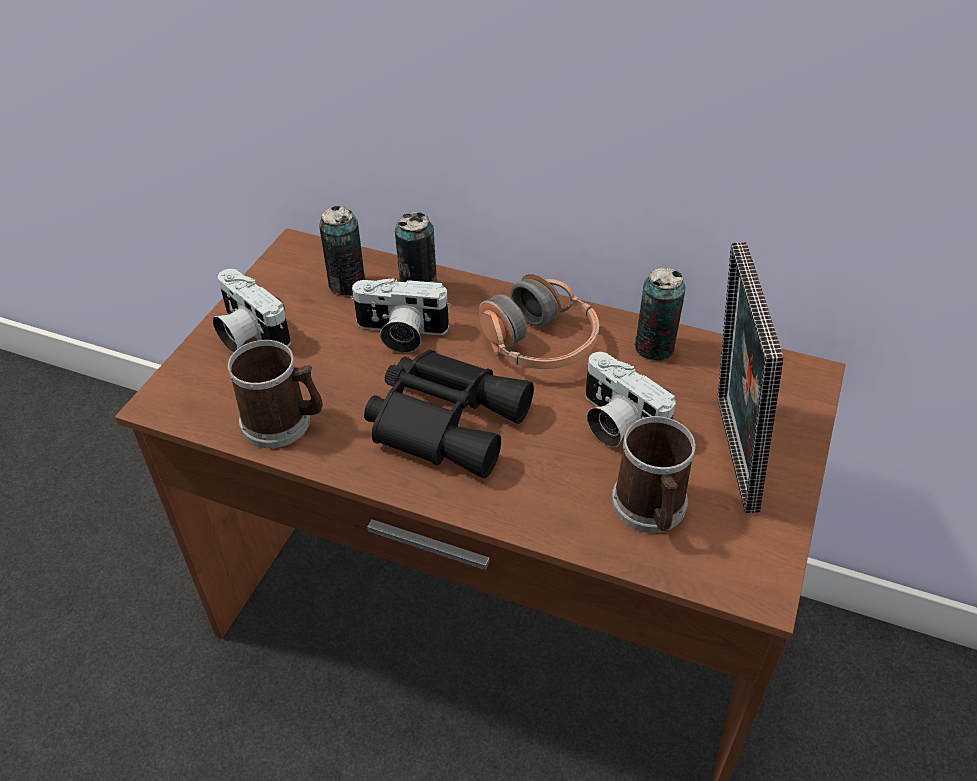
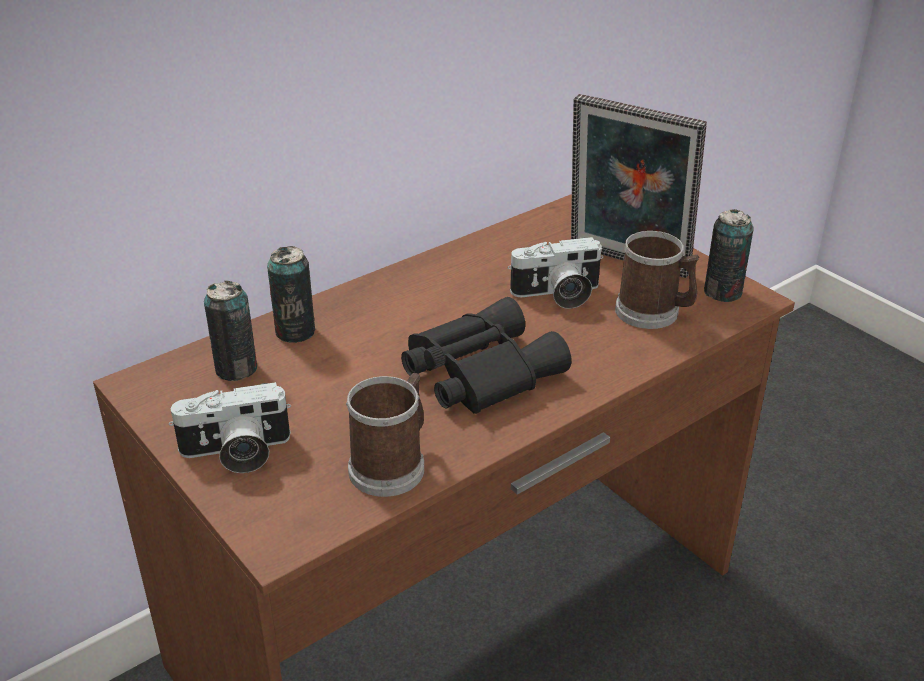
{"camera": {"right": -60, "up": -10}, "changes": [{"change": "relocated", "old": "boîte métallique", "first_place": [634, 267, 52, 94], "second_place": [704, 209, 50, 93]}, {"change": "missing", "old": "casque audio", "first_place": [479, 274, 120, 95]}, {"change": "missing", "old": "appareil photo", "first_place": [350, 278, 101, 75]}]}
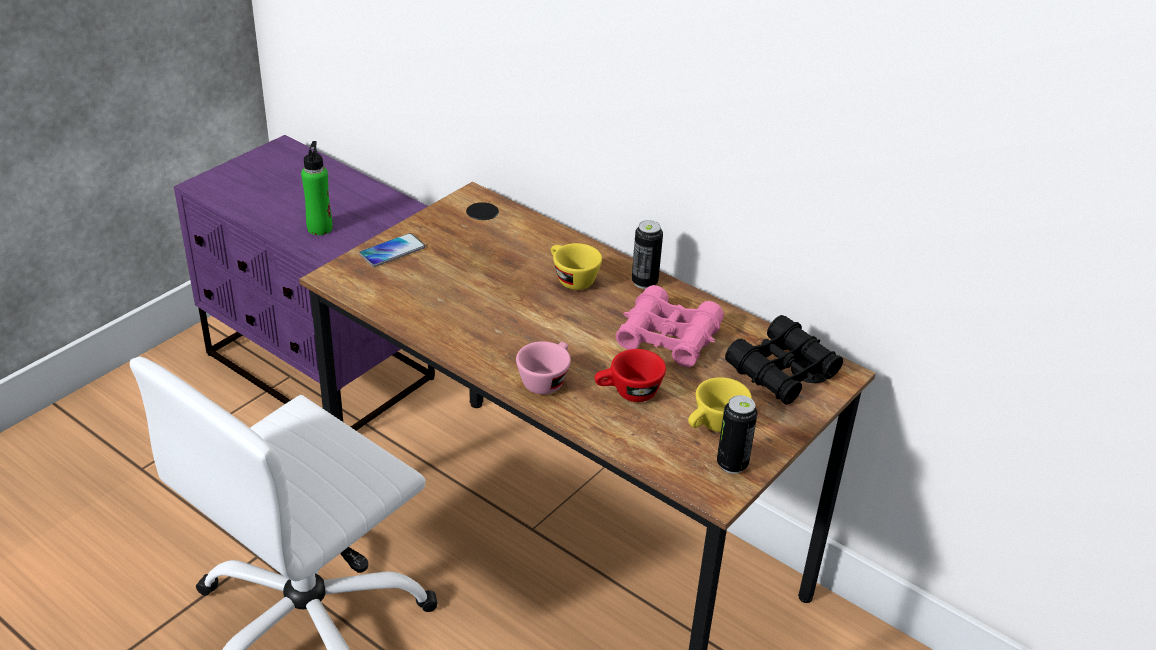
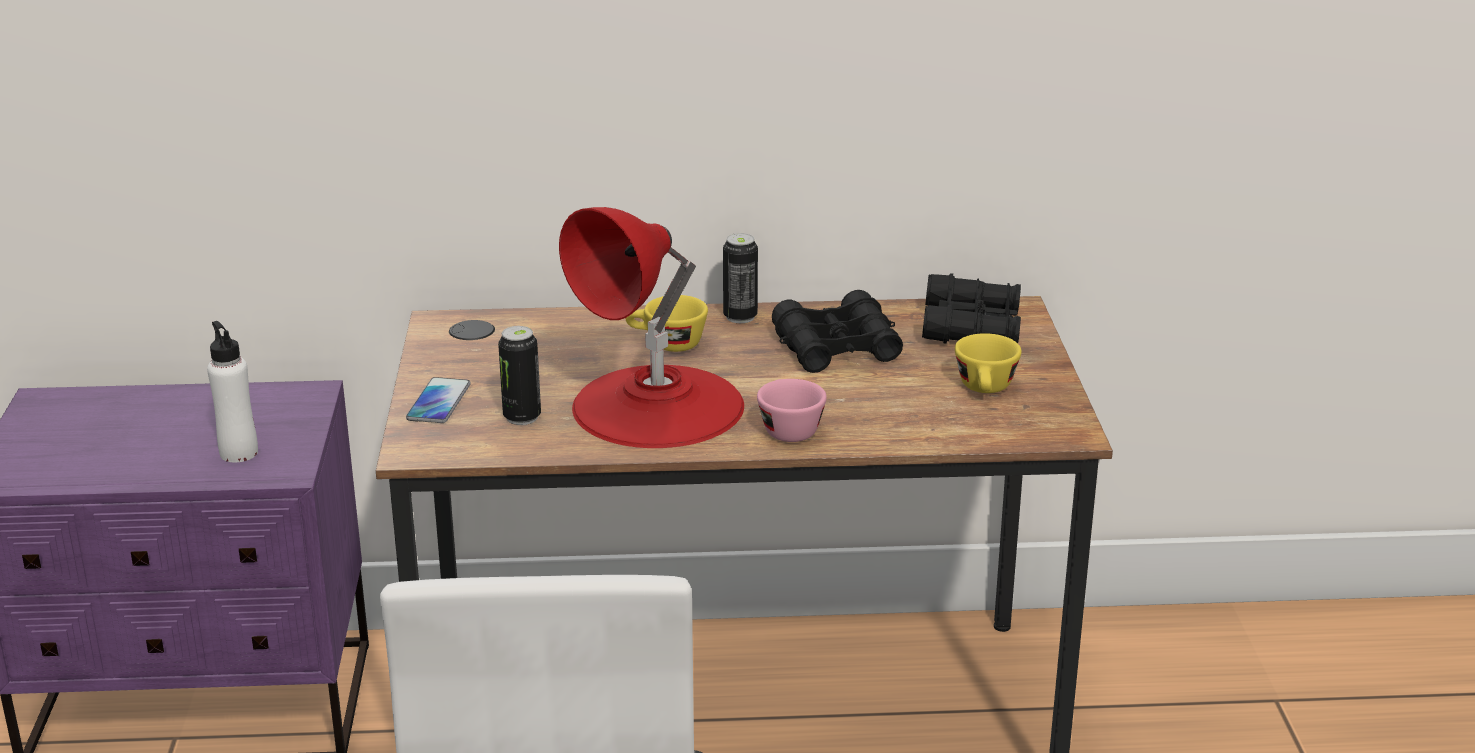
{"camera": {"right": -40, "up": -10}, "changes": [{"change": "colour", "old": "bouteille/vert", "new": "bouteille/blanc", "first_place": [301, 141, 32, 94], "second_place": [207, 321, 51, 141]}, {"change": "colour", "old": "jumelles/rose", "new": "jumelles/noir", "first_place": [616, 285, 108, 82], "second_place": [772, 290, 131, 83]}, {"change": "missing", "old": "tasse/rouge", "first_place": [595, 349, 71, 53]}, {"change": "relocated", "old": "boîte métallique", "first_place": [717, 395, 41, 79], "second_place": [498, 326, 43, 99]}, {"change": "appeared", "new": "lampe de table/rouge", "second_place": [559, 207, 185, 241]}]}
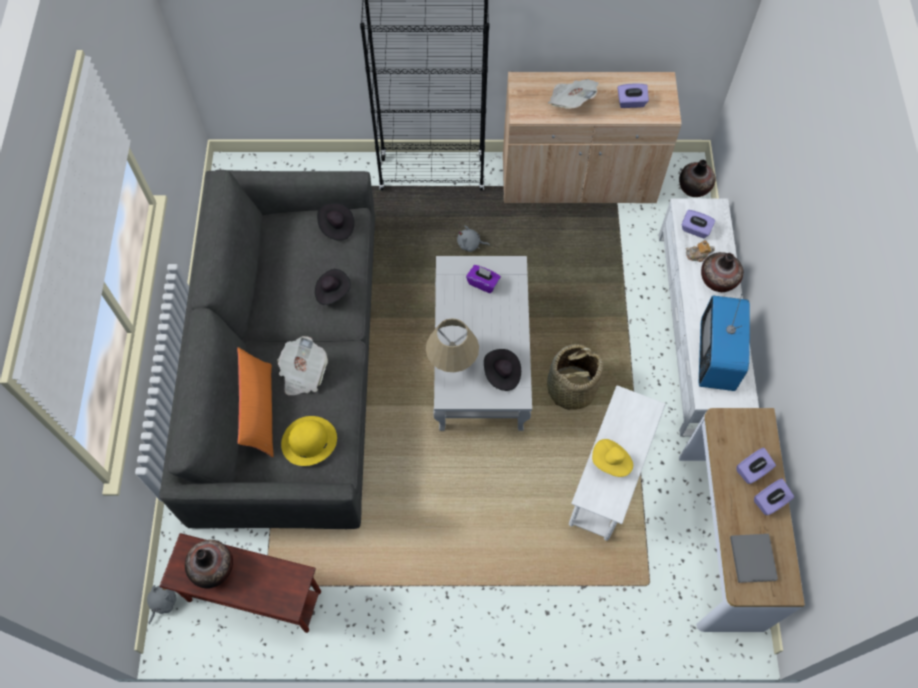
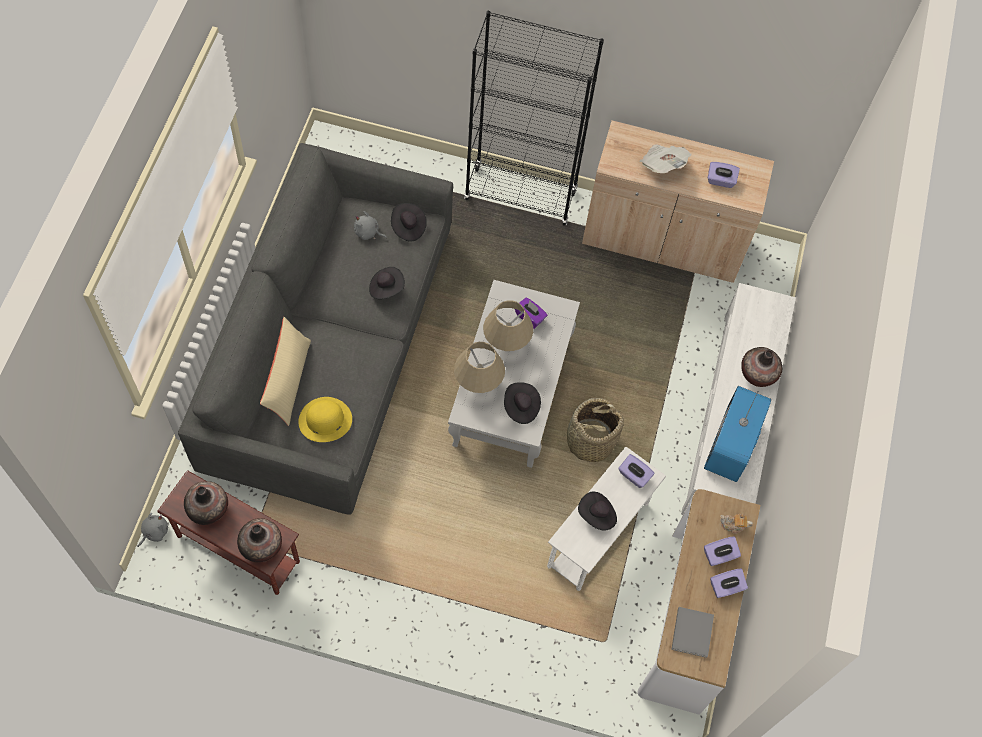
{"camera": {"right": 10, "up": 0}, "changes": [{"change": "relocated", "old": "vase", "first_place": [679, 160, 37, 37], "second_place": [237, 518, 45, 45]}, {"change": "relocated", "old": "boîte à mouchoirs/violet", "first_place": [682, 210, 33, 28], "second_place": [618, 454, 36, 34]}, {"change": "relocated", "old": "peluche/gris", "first_place": [457, 226, 33, 26], "second_place": [354, 211, 33, 29]}, {"change": "relocated", "old": "théière", "first_place": [686, 240, 29, 22], "second_place": [720, 514, 33, 20]}, {"change": "missing", "old": "journal", "first_place": [277, 336, 51, 59]}, {"change": "colour", "old": "coussin/orange", "new": "coussin/beige", "first_place": [237, 347, 37, 110], "second_place": [260, 317, 51, 109]}, {"change": "colour", "old": "chapeau/jaune", "new": "chapeau/noir", "first_place": [592, 439, 41, 38], "second_place": [578, 492, 39, 38]}, {"change": "appeared", "new": "lampe de table/beige", "second_place": [483, 300, 50, 51]}]}
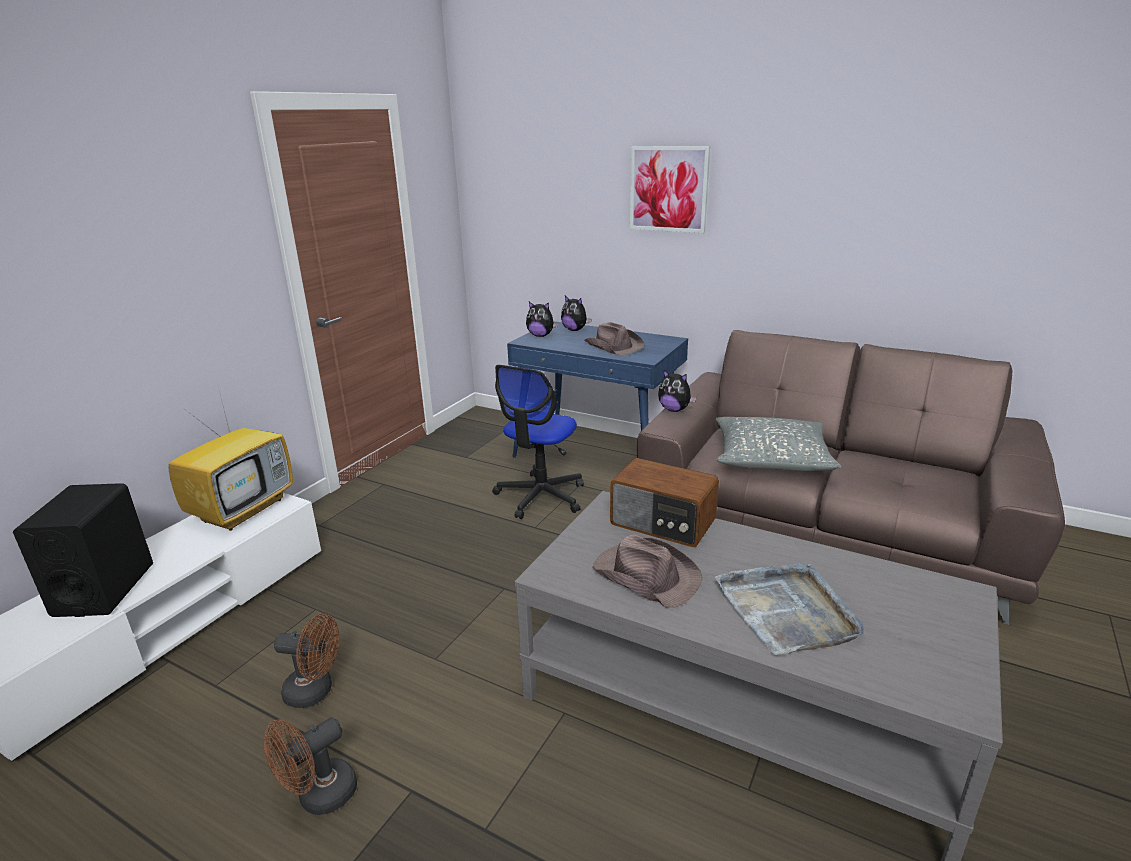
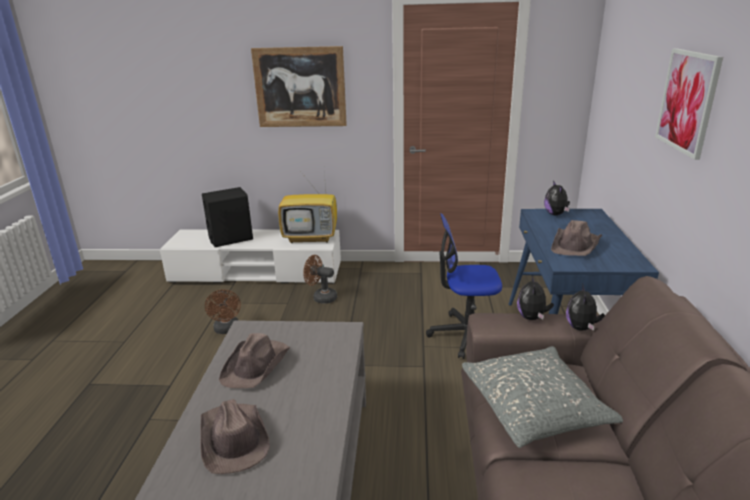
{"camera": {"right": 65, "up": 0}, "changes": [{"change": "relocated", "old": "peluche", "first_place": [561, 296, 30, 35], "second_place": [566, 283, 39, 48]}, {"change": "missing", "old": "radio", "first_place": [610, 458, 109, 89]}, {"change": "exchanged", "old": "plateau/gris", "new": "chapeau/marron", "first_place": [715, 563, 149, 92], "second_place": [200, 399, 70, 75]}, {"change": "relocated", "old": "ventilateur/marron", "first_place": [264, 718, 93, 97], "second_place": [303, 255, 34, 49]}, {"change": "appeared", "new": "tableau", "second_place": [251, 46, 96, 81]}]}
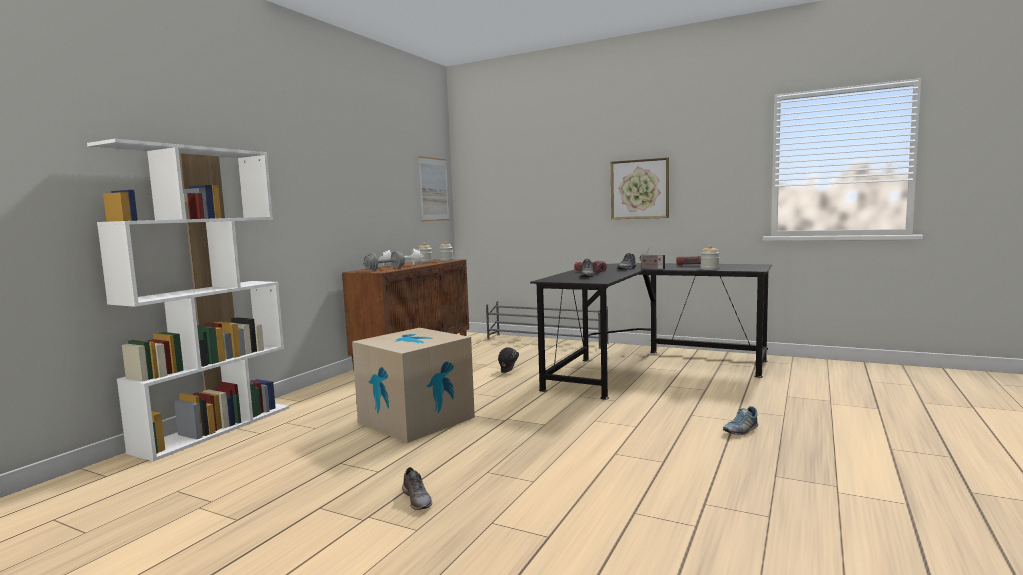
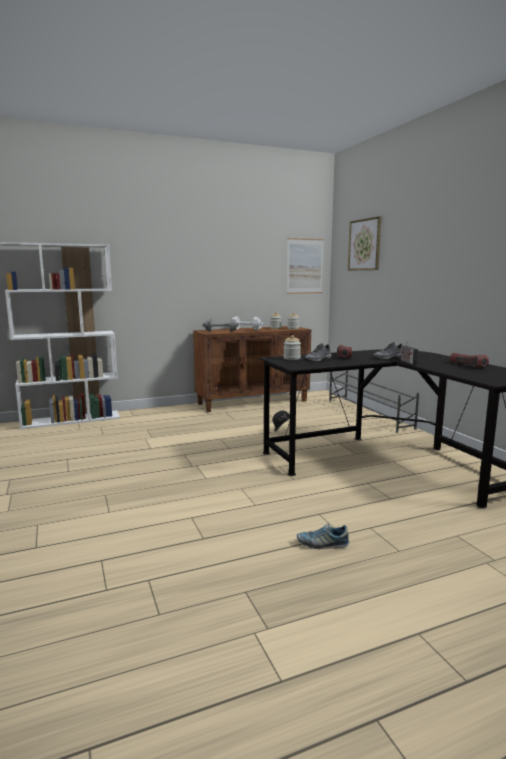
{"camera": {"right": 40, "up": 5}, "changes": [{"change": "relocated", "old": "tableau", "first_place": [611, 157, 58, 62], "second_place": [348, 216, 33, 54]}, {"change": "relocated", "old": "bocal", "first_place": [701, 245, 18, 25], "second_place": [283, 335, 18, 25]}, {"change": "missing", "old": "carton", "first_place": [352, 328, 123, 115]}, {"change": "missing", "old": "chaussure/gris", "first_place": [402, 467, 30, 43]}]}
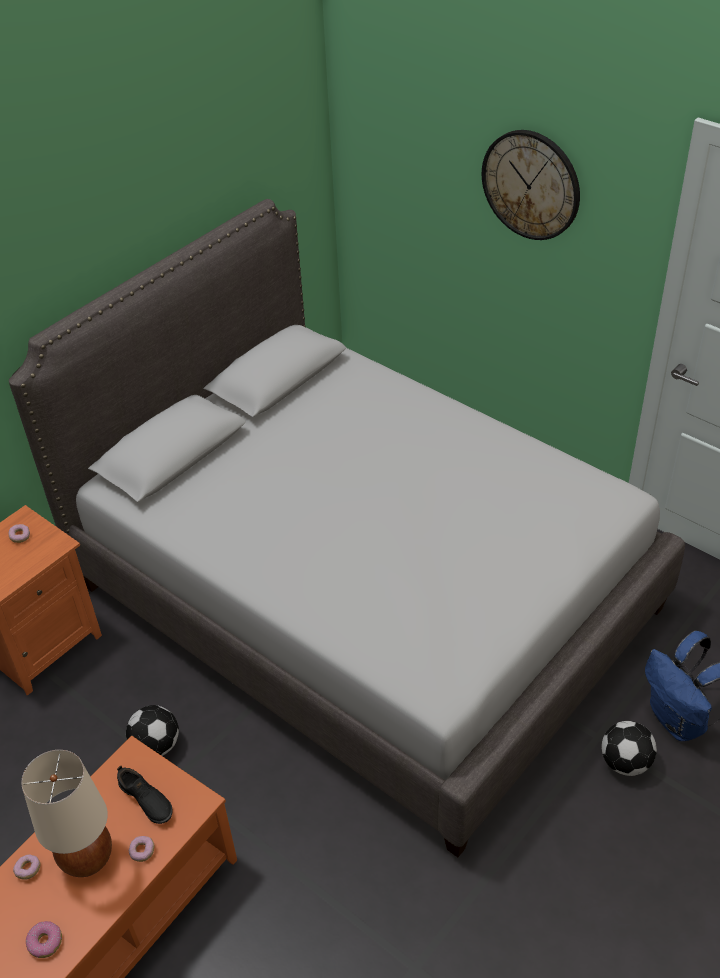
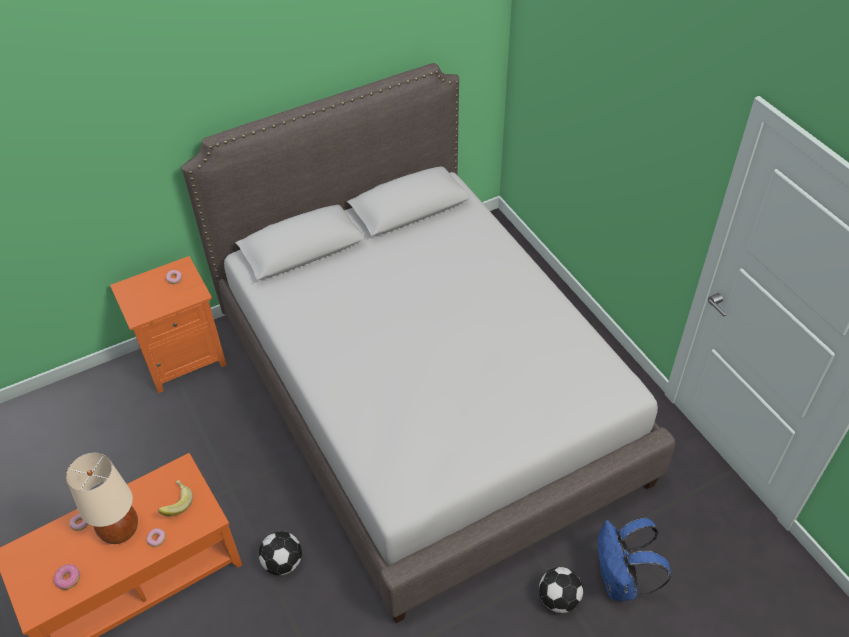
{"camera": {"right": 20, "up": 5}, "changes": [{"change": "missing", "old": "horloge murale", "first_place": [482, 130, 98, 110]}, {"change": "relocated", "old": "ballon de foot", "first_place": [126, 705, 53, 51], "second_place": [259, 531, 43, 44]}, {"change": "exchanged", "old": "chaussure/noir", "new": "banane", "first_place": [117, 765, 55, 59], "second_place": [158, 480, 35, 36]}]}
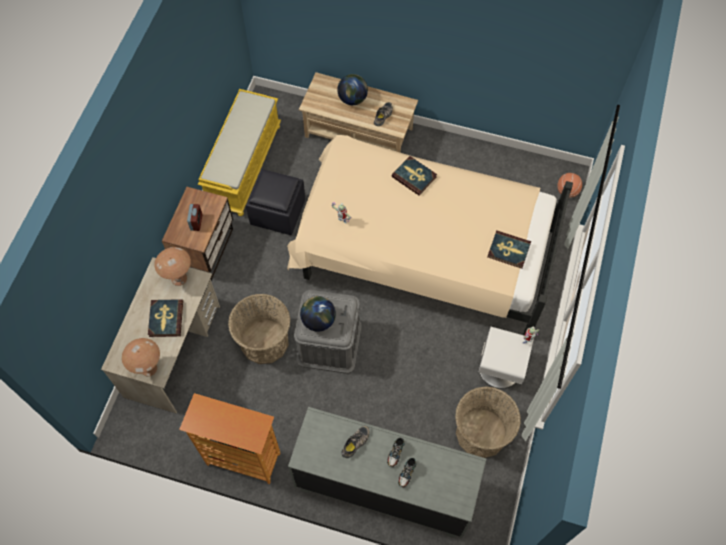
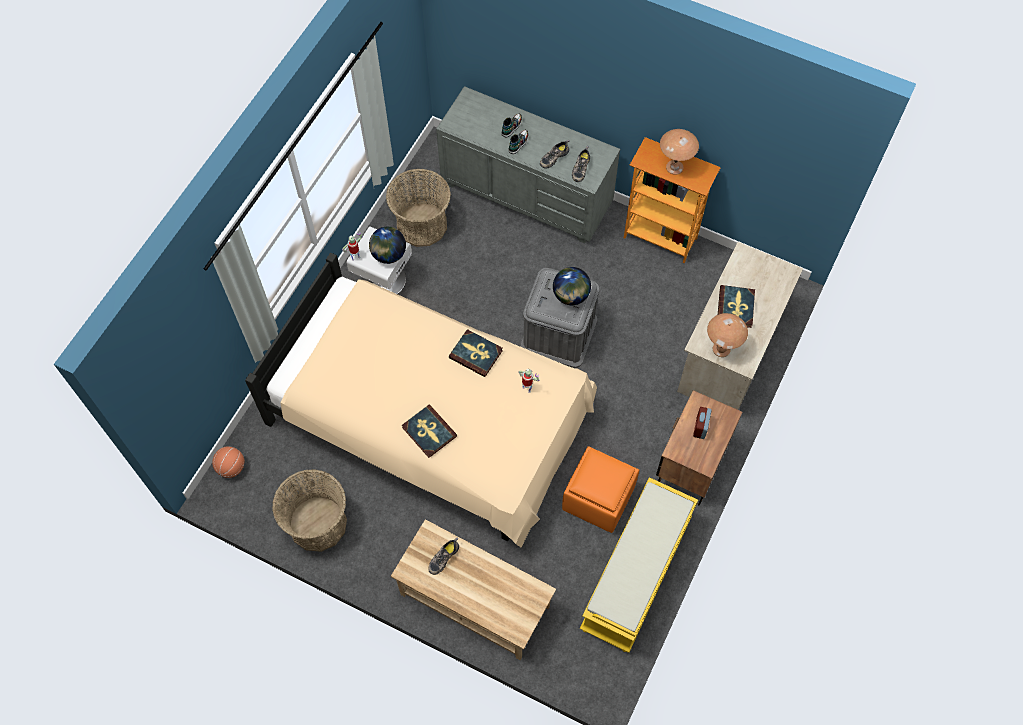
{"camera": {"right": -170, "up": 0}, "changes": [{"change": "relocated", "old": "globe", "first_place": [337, 74, 31, 31], "second_place": [369, 227, 37, 37]}, {"change": "colour", "old": "pouf/noir", "new": "pouf/orange", "first_place": [246, 169, 59, 66], "second_place": [562, 446, 77, 87]}, {"change": "relocated", "old": "livre", "first_place": [487, 231, 44, 38], "second_place": [449, 329, 54, 48]}, {"change": "relocated", "old": "panier", "first_place": [228, 294, 62, 70], "second_place": [272, 469, 75, 83]}, {"change": "relocated", "old": "lampe de table/marron", "first_place": [122, 338, 38, 39], "second_place": [660, 129, 39, 46]}, {"change": "appeared", "new": "chaussure", "second_place": [572, 146, 18, 36]}]}
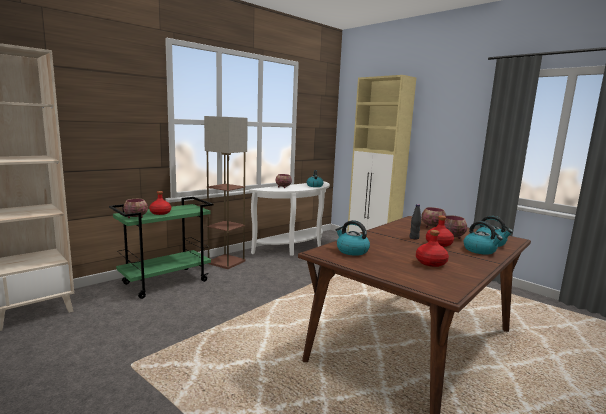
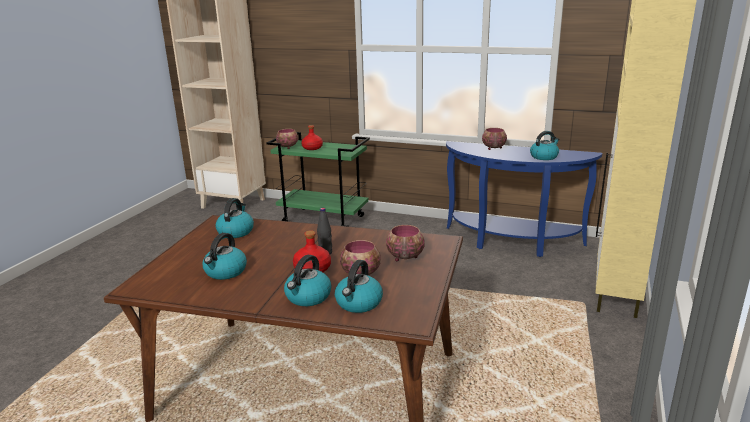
{"camera": {"right": 65, "up": 10}, "changes": [{"change": "missing", "old": "lampadaire", "first_place": [204, 116, 44, 153]}, {"change": "colour", "old": "table console/blanc", "new": "table console/bleu", "first_place": [249, 181, 81, 75], "second_place": [446, 141, 156, 116]}, {"change": "exchanged", "old": "bouteille/rouge", "new": "bouilloire", "first_place": [416, 230, 33, 37], "second_place": [203, 233, 44, 47]}]}
